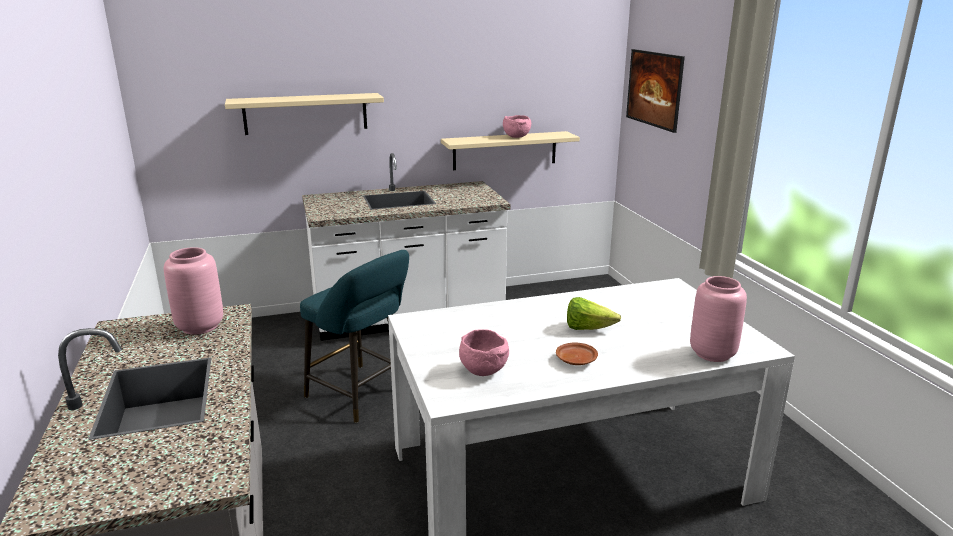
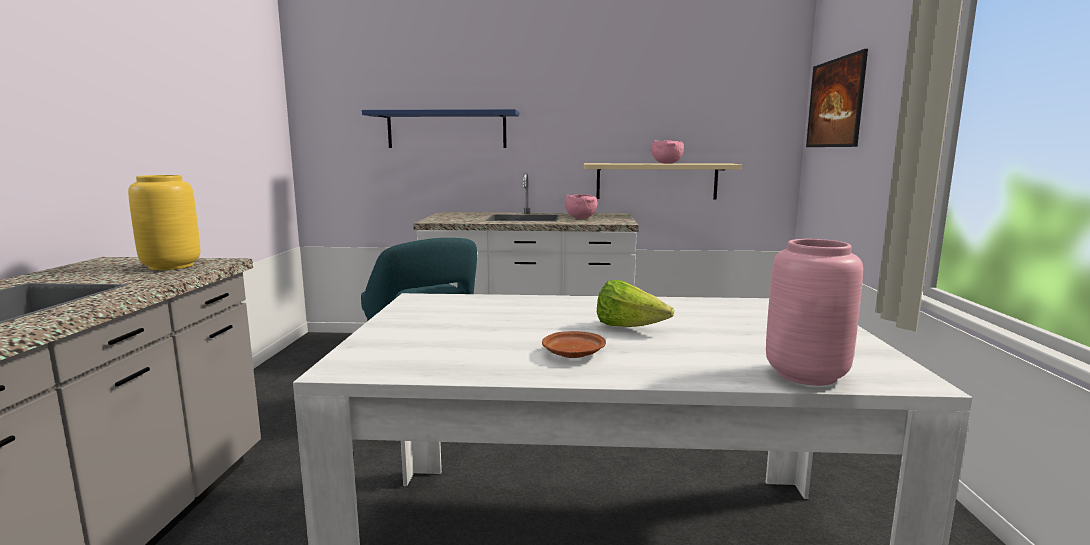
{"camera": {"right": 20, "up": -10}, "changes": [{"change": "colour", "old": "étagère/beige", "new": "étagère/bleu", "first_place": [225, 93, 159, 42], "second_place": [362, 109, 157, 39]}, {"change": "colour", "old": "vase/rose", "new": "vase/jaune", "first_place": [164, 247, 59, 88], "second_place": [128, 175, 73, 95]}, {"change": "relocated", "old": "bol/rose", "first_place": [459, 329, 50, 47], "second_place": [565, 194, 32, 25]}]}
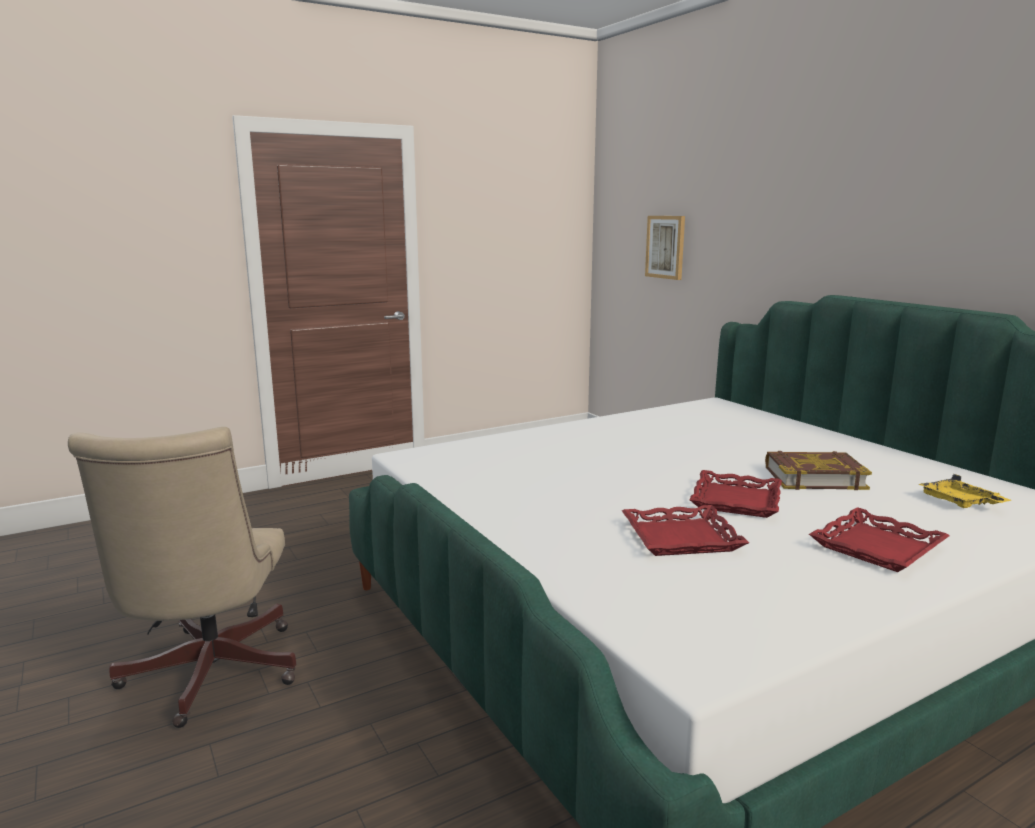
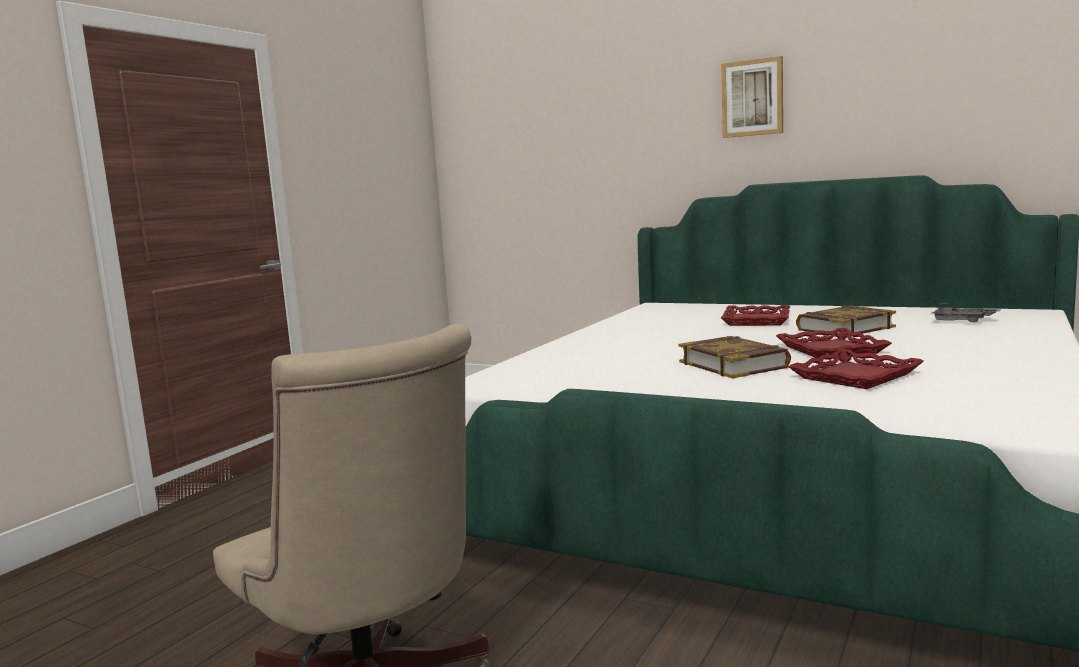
{"camera": {"right": -30, "up": -5}, "changes": [{"change": "relocated", "old": "tableau", "first_place": [645, 216, 40, 64], "second_place": [721, 56, 62, 82]}, {"change": "colour", "old": "plateau/jaune", "new": "plateau/gris", "first_place": [919, 474, 92, 34], "second_place": [932, 303, 69, 19]}, {"change": "relocated", "old": "plateau/rouge", "first_place": [809, 507, 141, 65], "second_place": [721, 305, 69, 21]}, {"change": "appeared", "new": "livre", "second_place": [678, 336, 113, 42]}]}
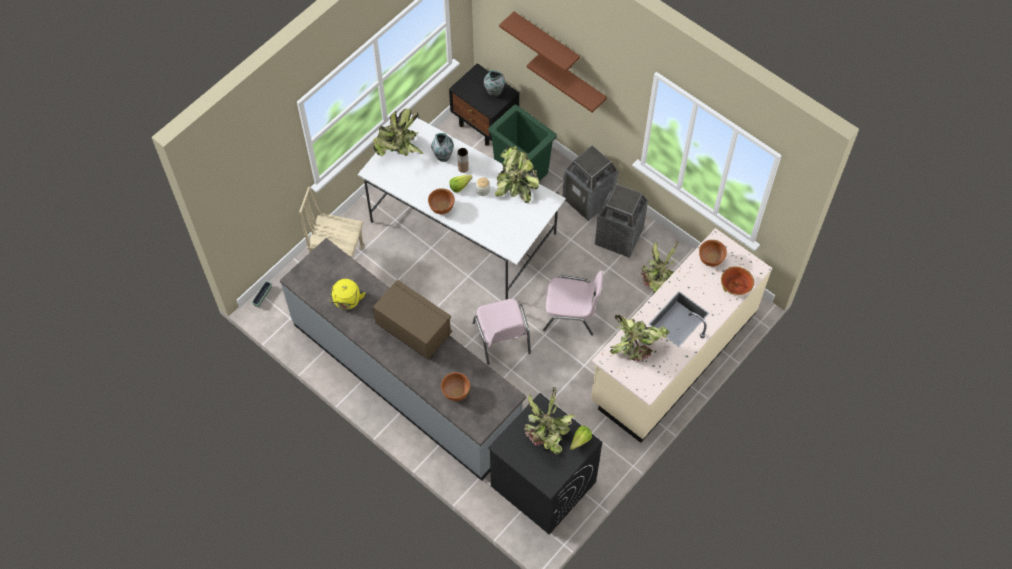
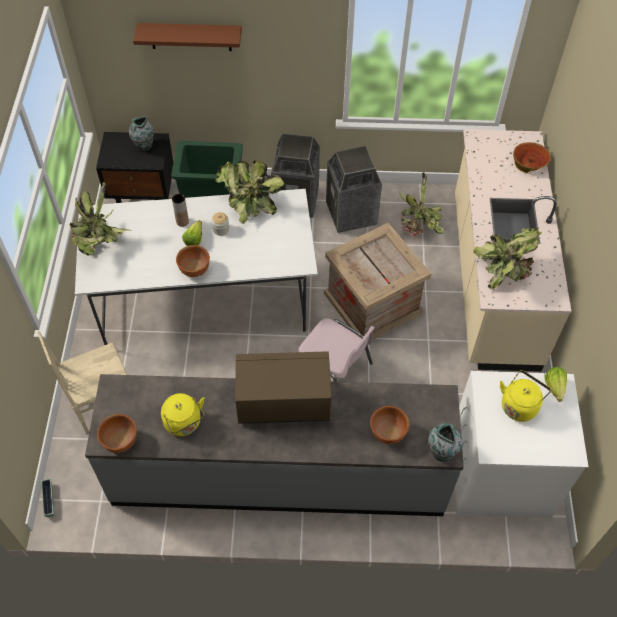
{"camera": {"right": -40, "up": -5}, "changes": [{"change": "missing", "old": "étagère/marron", "first_place": [527, 54, 80, 59]}, {"change": "relocated", "old": "vase", "first_place": [431, 133, 23, 29], "second_place": [428, 423, 35, 39]}, {"change": "relocated", "old": "bol/marron", "first_place": [699, 240, 28, 27], "second_place": [97, 414, 40, 39]}, {"change": "exchanged", "old": "chaise/rose", "new": "caisse", "first_place": [543, 271, 60, 65], "second_place": [324, 223, 107, 117]}, {"change": "exchanged", "old": "plante en pot", "new": "bouilloire/jaune", "first_place": [525, 387, 50, 67], "second_place": [500, 370, 51, 52]}, {"change": "colour", "old": "lave-linge/noir", "new": "lave-linge/blanc", "first_place": [488, 393, 114, 142], "second_place": [454, 371, 135, 147]}]}
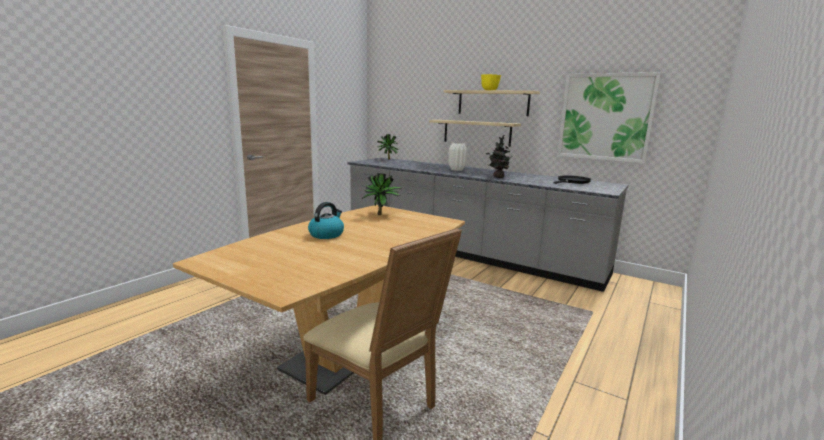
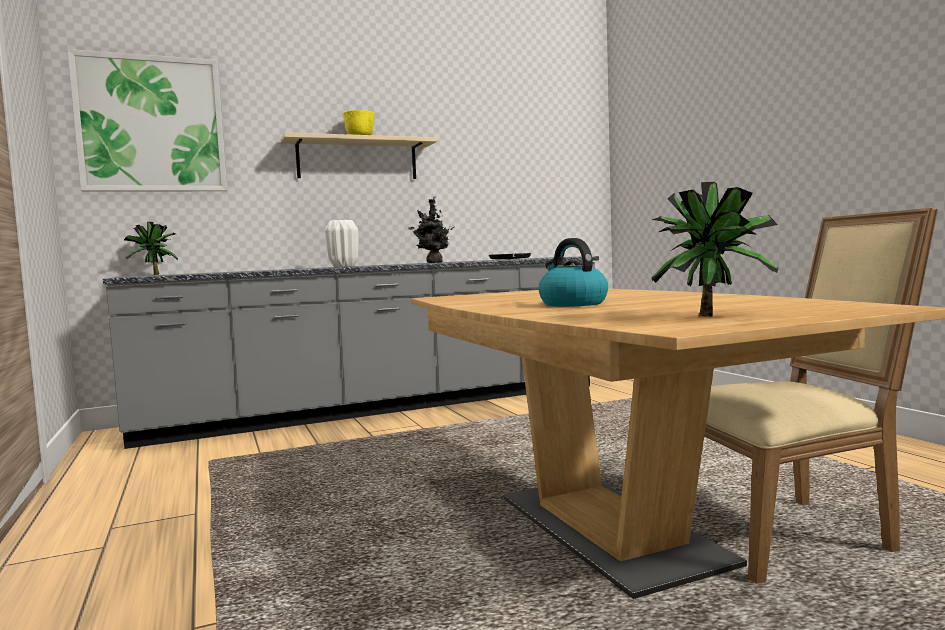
{"camera": {"right": -55, "up": -10}, "changes": [{"change": "relocated", "old": "tableau", "first_place": [557, 72, 104, 91], "second_place": [67, 49, 160, 142]}, {"change": "missing", "old": "étagère/beige", "first_place": [429, 120, 92, 27]}, {"change": "relocated", "old": "plante en pot", "first_place": [362, 173, 40, 42], "second_place": [652, 182, 127, 134]}]}
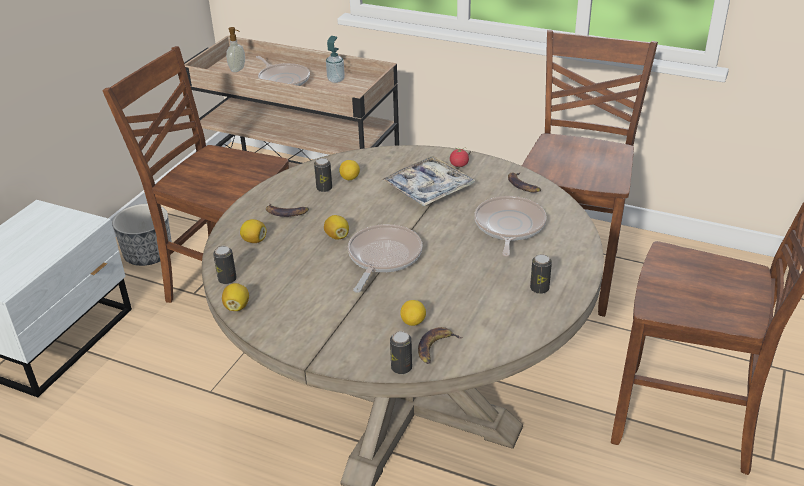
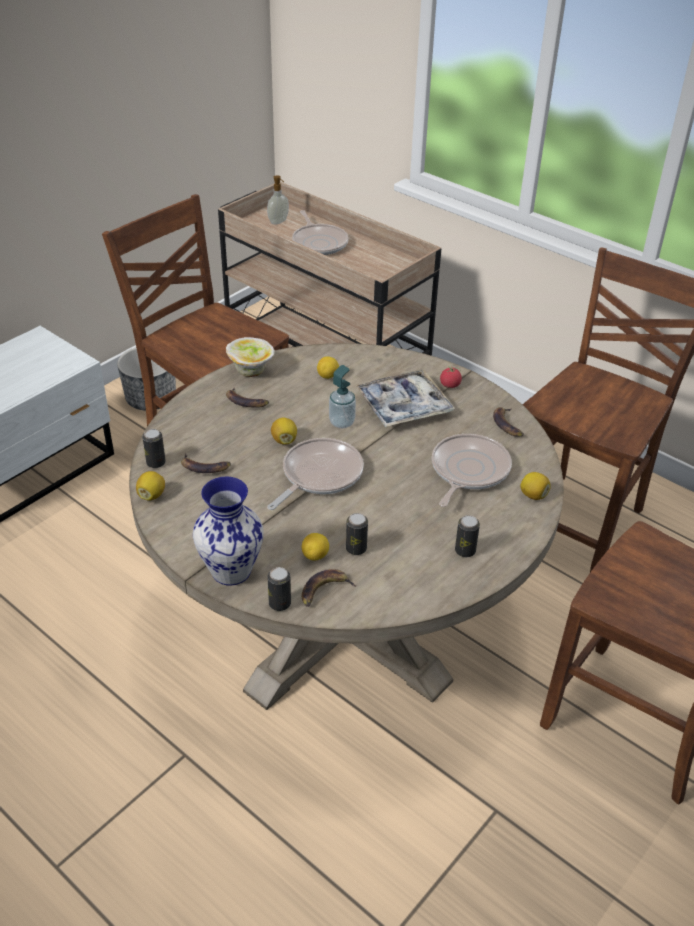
{"camera": {"right": 15, "up": 5}, "changes": [{"change": "relocated", "old": "distributeur de savon", "first_place": [326, 36, 19, 47], "second_place": [329, 365, 27, 63]}, {"change": "relocated", "old": "boîte métallique", "first_place": [314, 158, 18, 34], "second_place": [346, 513, 22, 42]}, {"change": "relocated", "old": "citron", "first_place": [240, 219, 27, 24], "second_place": [520, 472, 31, 28]}, {"change": "appeared", "new": "bol", "second_place": [226, 337, 49, 40]}, {"change": "appeared", "new": "banane", "second_place": [181, 454, 50, 19]}, {"change": "appeared", "new": "vase", "second_place": [193, 477, 71, 109]}]}
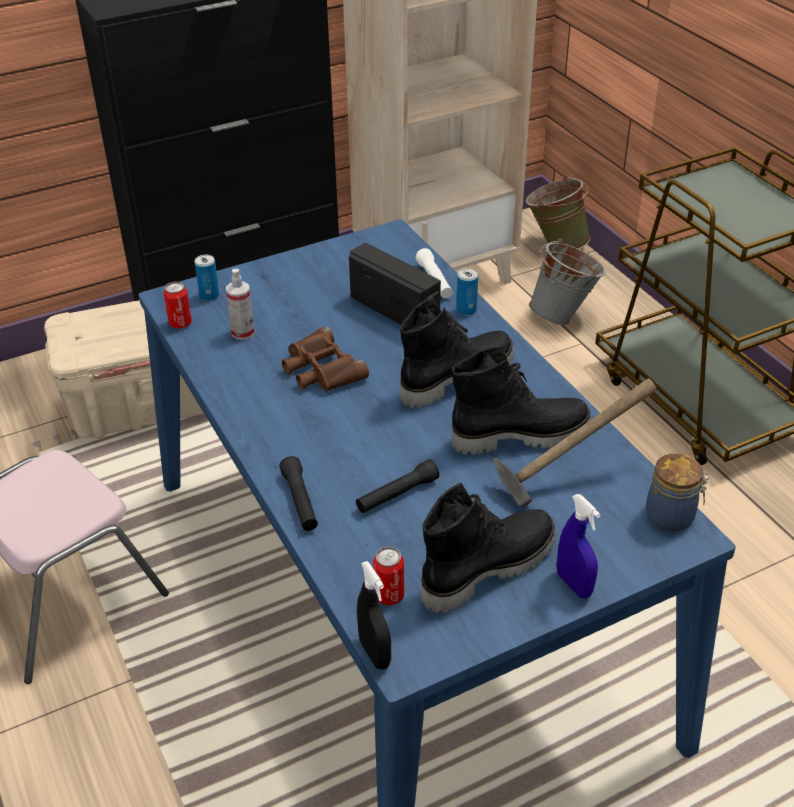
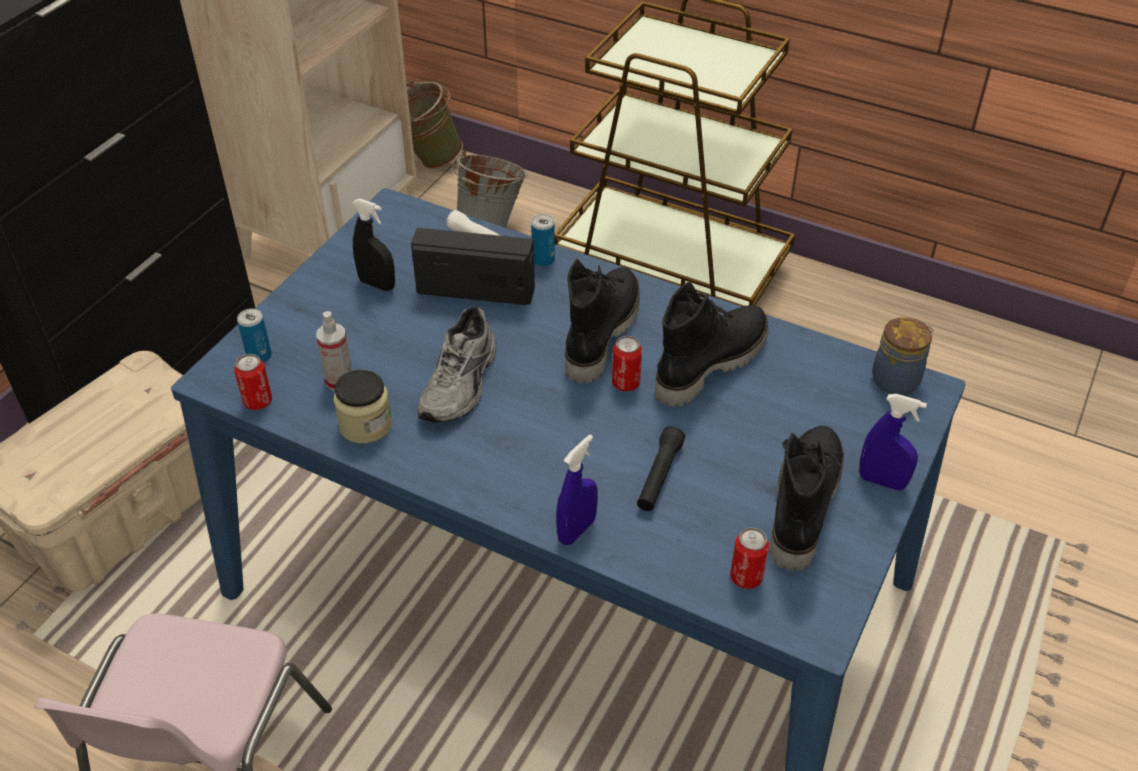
{"camera": {"right": -35, "up": 5}, "changes": [{"change": "exchanged", "old": "jumelles/marron", "new": "chaussure/gris", "first_place": [282, 326, 87, 66], "second_place": [417, 307, 79, 115]}, {"change": "missing", "old": "marteau", "first_place": [493, 378, 164, 130]}, {"change": "exchanged", "old": "lampe de poche/noir", "new": "vaporisateur/bleu", "first_place": [279, 456, 39, 75], "second_place": [556, 435, 42, 110]}, {"change": "relocated", "old": "vaporisateur/noir", "first_place": [357, 561, 34, 109], "second_place": [353, 198, 42, 93]}, {"change": "appeared", "new": "boîte métallique", "second_place": [612, 336, 30, 55]}, {"change": "appeared", "new": "bocal", "second_place": [333, 370, 59, 74]}]}
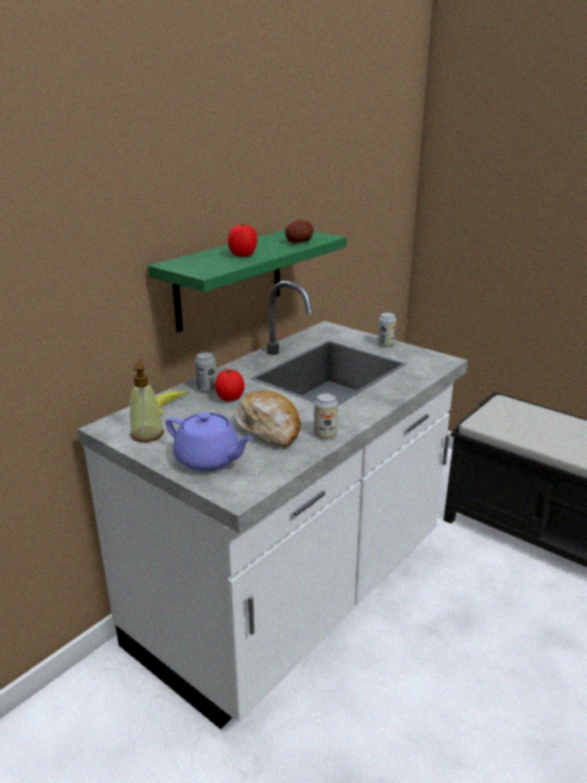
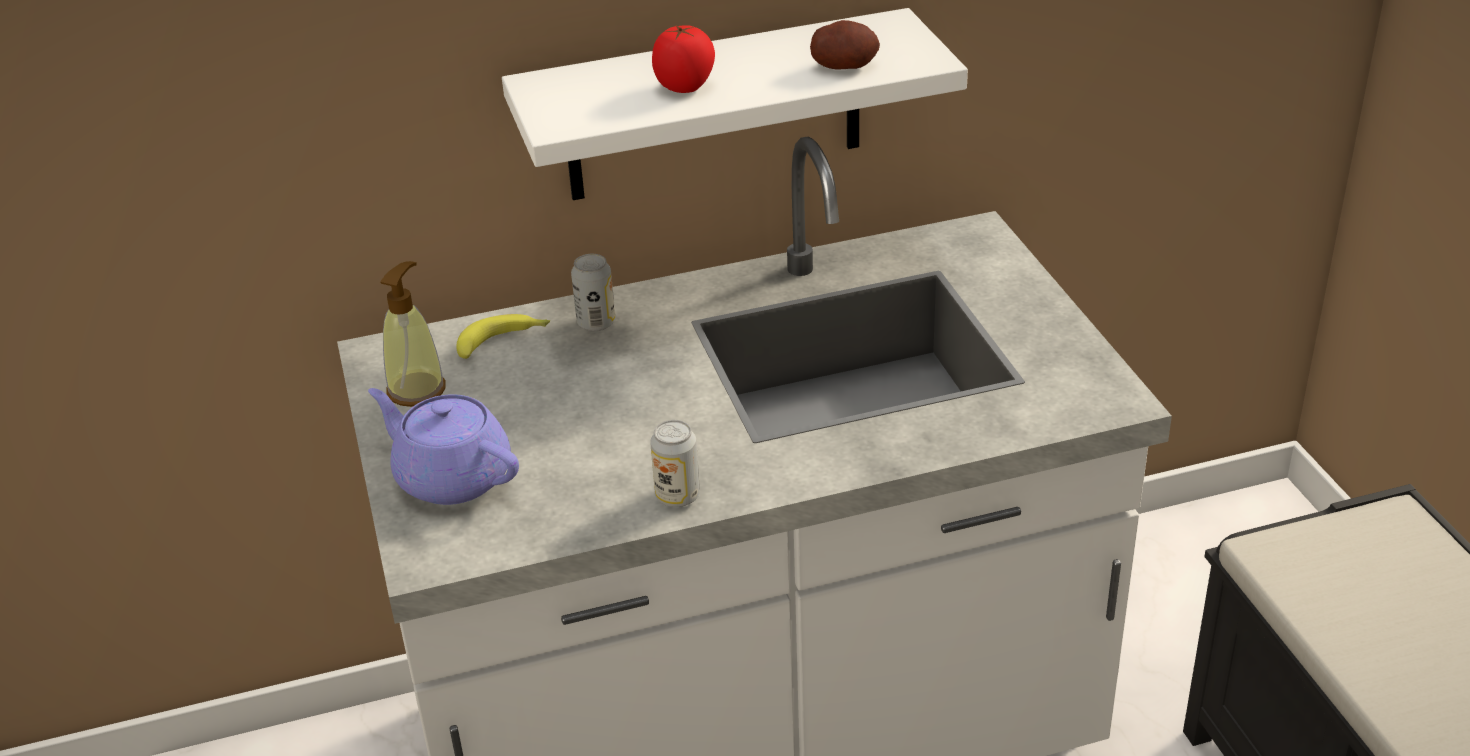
{"camera": {"right": 35, "up": 10}, "changes": [{"change": "colour", "old": "étagère/vert", "new": "étagère/blanc", "first_place": [148, 230, 199, 102], "second_place": [502, 8, 466, 192]}, {"change": "missing", "old": "boîte métallique", "first_place": [377, 313, 19, 34]}, {"change": "missing", "old": "tomate", "first_place": [215, 369, 30, 32]}, {"change": "missing", "old": "pain", "first_place": [235, 390, 65, 58]}, {"change": "spun", "old": "théière/violet", "first_place": [166, 412, 87, 60], "second_place": [368, 388, 151, 117], "degrees": 150}]}
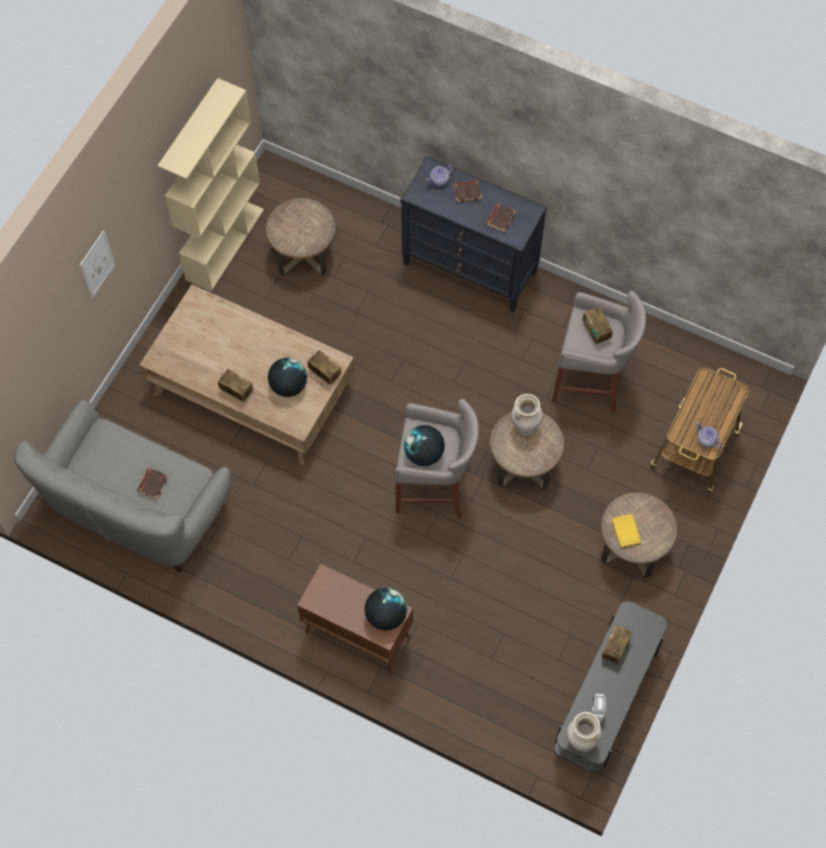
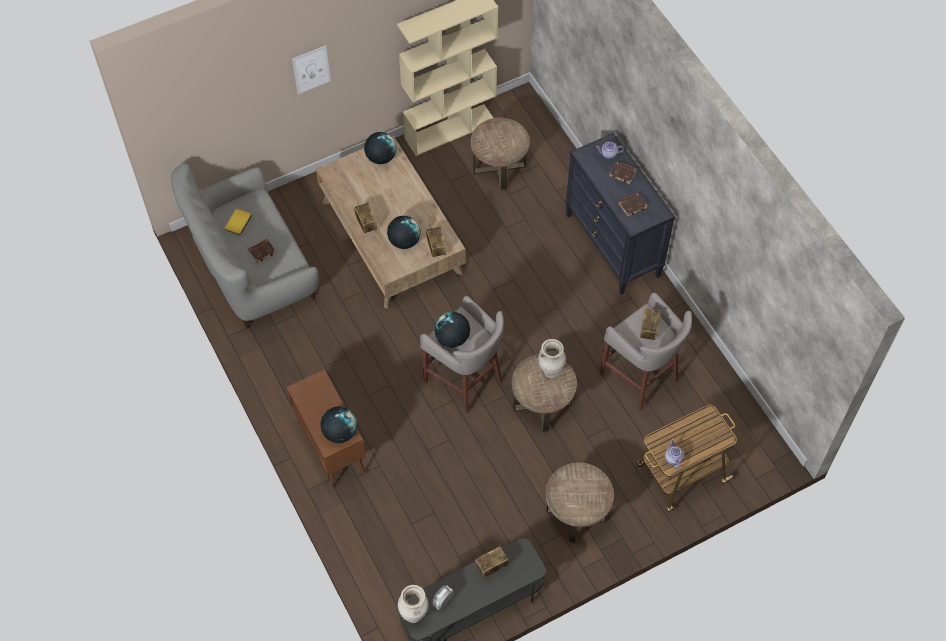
{"camera": {"right": 35, "up": -5}, "changes": [{"change": "relocated", "old": "livre/jaune", "first_place": [612, 514, 30, 35], "second_place": [225, 209, 27, 27]}, {"change": "appeared", "new": "globe", "second_place": [364, 132, 33, 32]}]}
